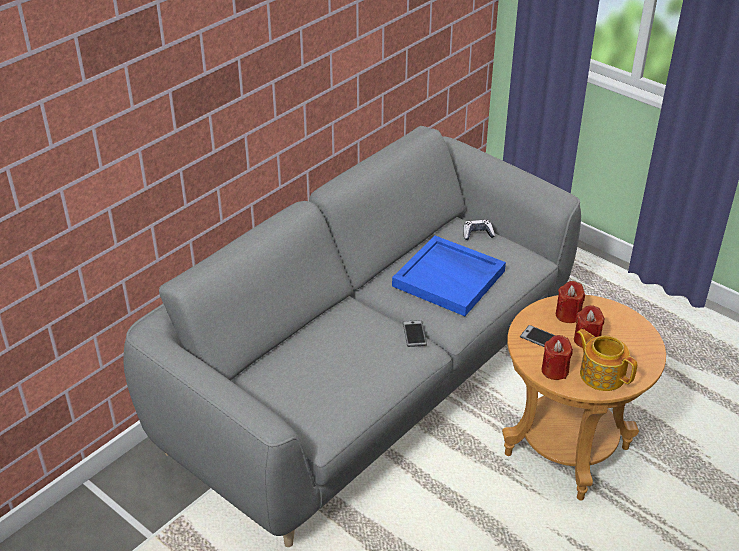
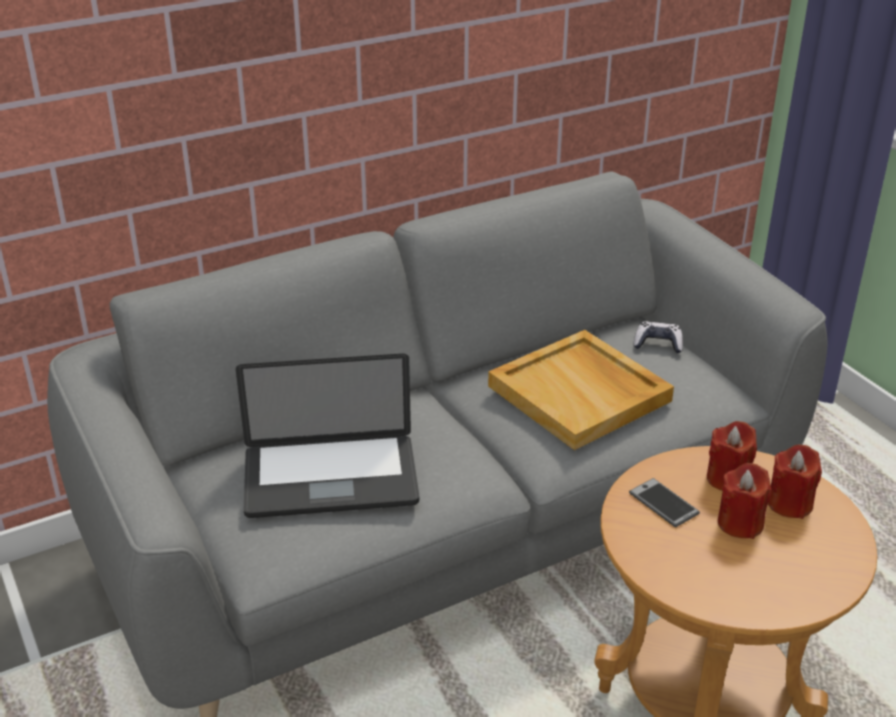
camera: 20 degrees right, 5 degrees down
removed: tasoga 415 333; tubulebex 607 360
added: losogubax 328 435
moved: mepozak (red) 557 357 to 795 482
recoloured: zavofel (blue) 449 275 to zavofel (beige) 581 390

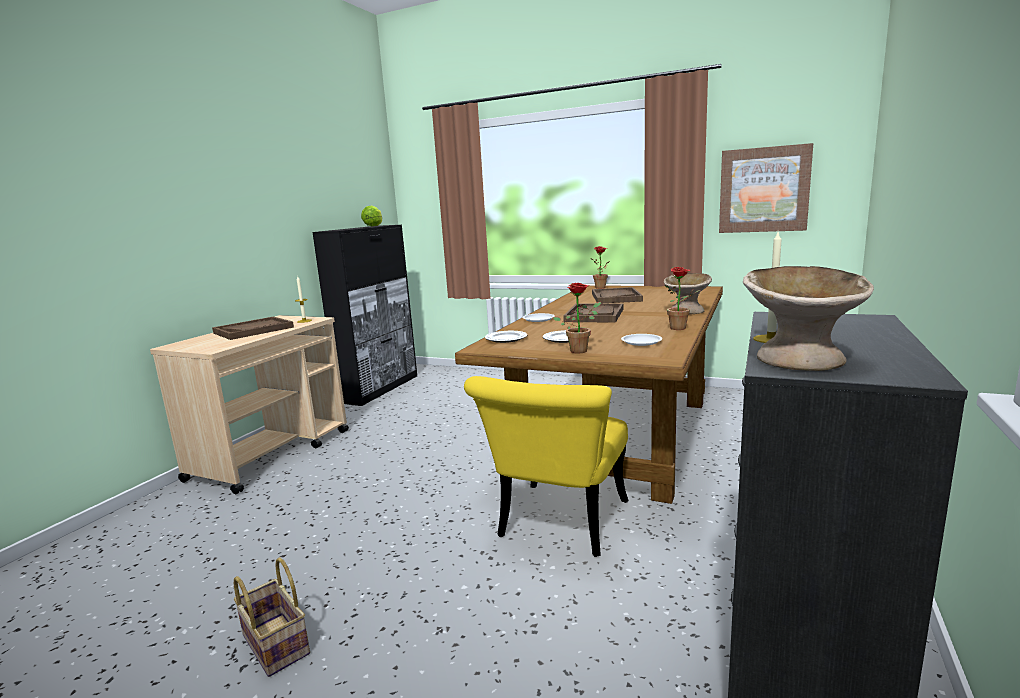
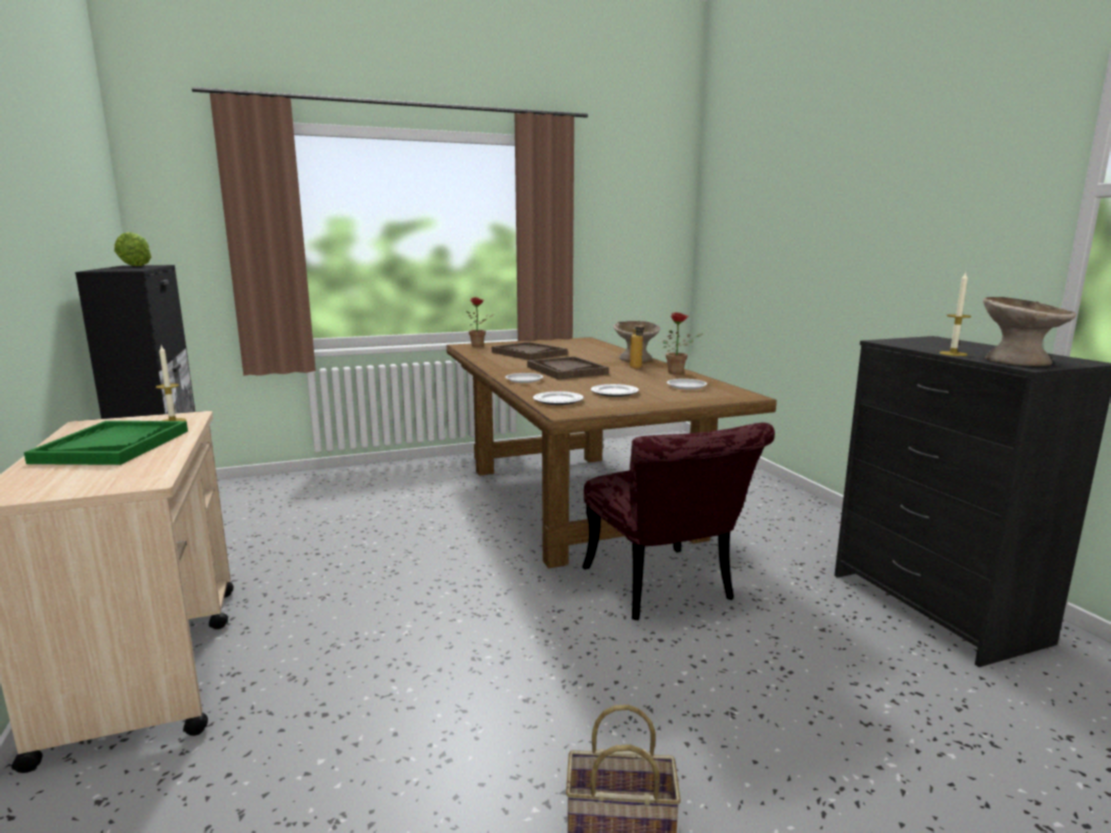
camera: 45 degrees left, 0 degrees up
removed: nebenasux 577 318; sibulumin 766 188
added: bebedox 637 344
recoloured: zavofel (brown) 253 328 to zavofel (green) 106 443; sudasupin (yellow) 546 466 to sudasupin (red) 678 521

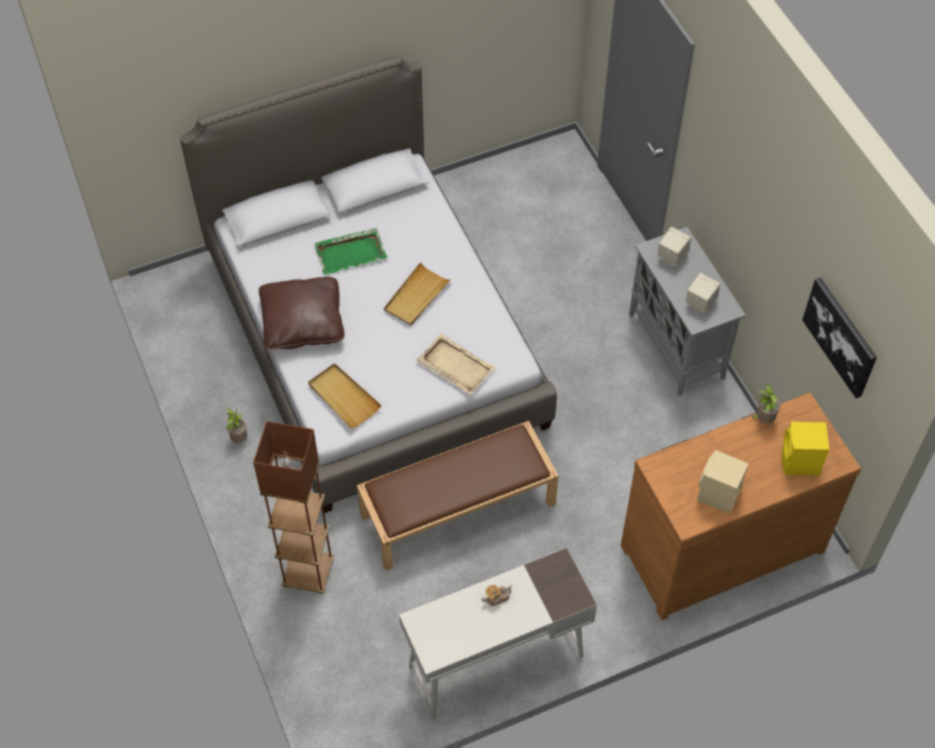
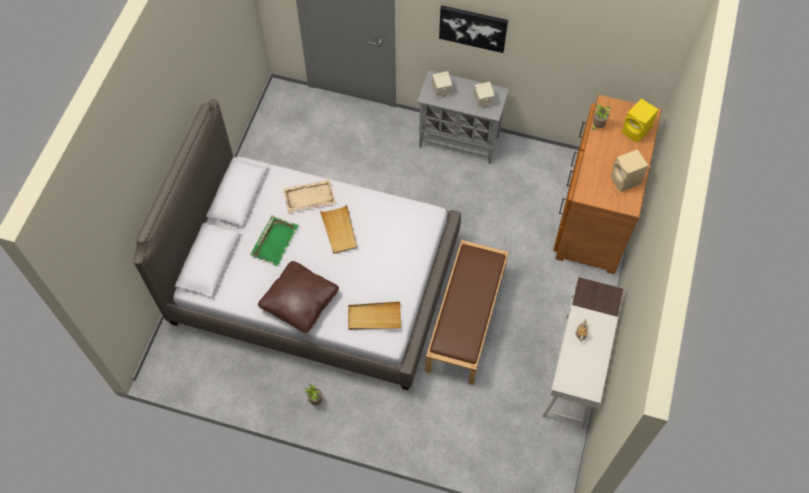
camera: 50 degrees left, 5 degrees up
removed: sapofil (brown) 293 507
moved: zavofel (beige) 456 364 to 309 196; sibulumin 839 337 to 473 29

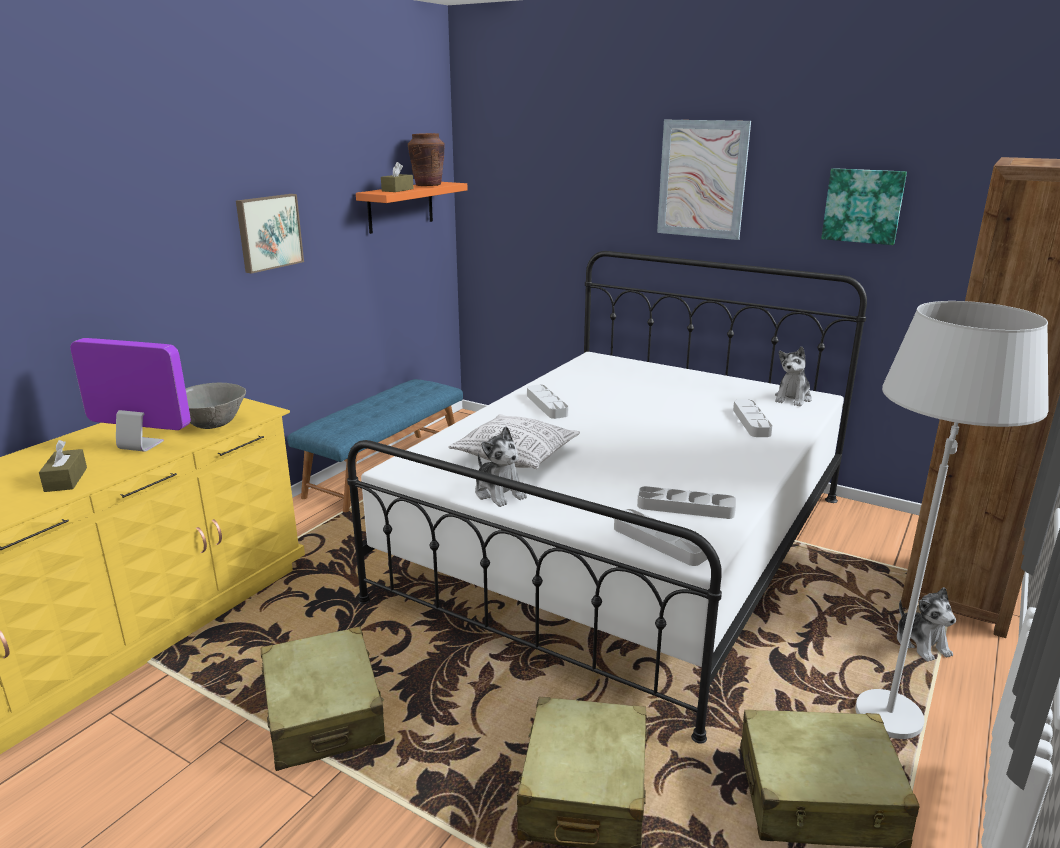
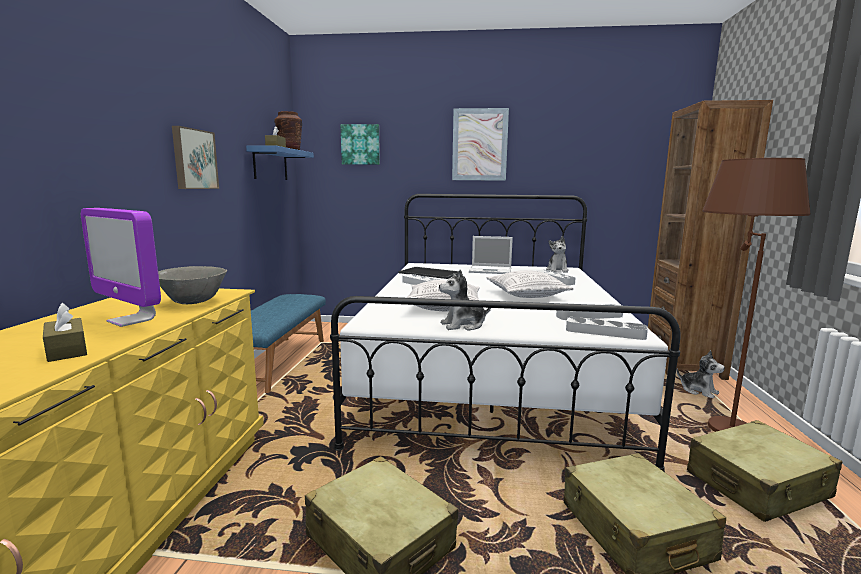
camera: 25 degrees left, 10 degrees down
added: zavofel 429 273; losogubax 491 255; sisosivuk 530 284
moved: sibulumin 864 206 to 360 144
recoloured: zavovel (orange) 412 208 to zavovel (blue) 280 162; sapofil (white) 952 520 to sapofil (brown) 756 295
turned: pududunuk 130 395 = 121 267 135 degrees counterclockwise; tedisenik 501 466 = 465 300 135 degrees clockwise

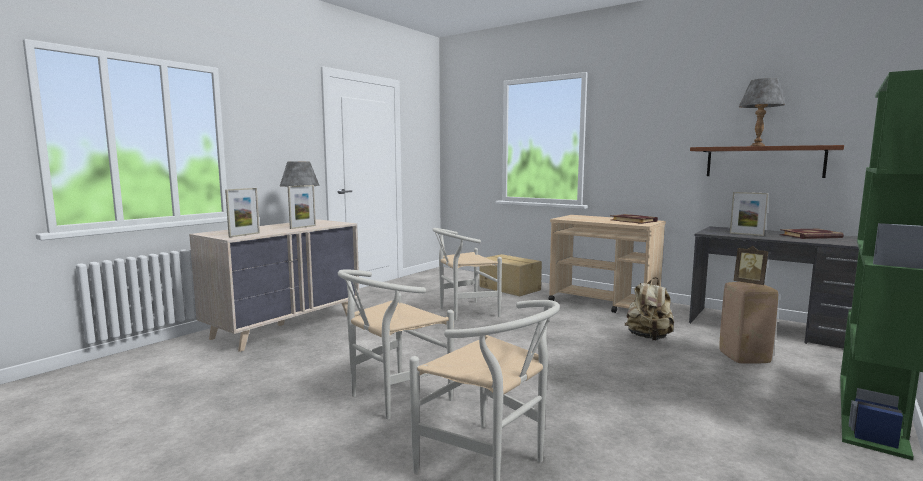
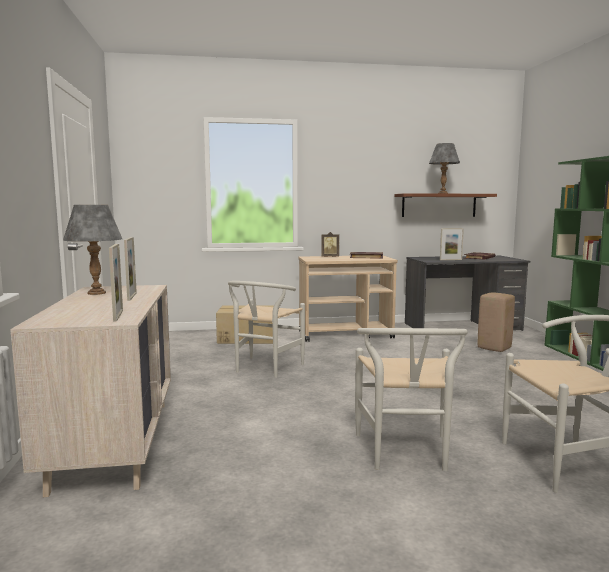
camera: 45 degrees left, 0 degrees up
removed: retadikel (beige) 649 308
moved: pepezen 751 265 to 330 244

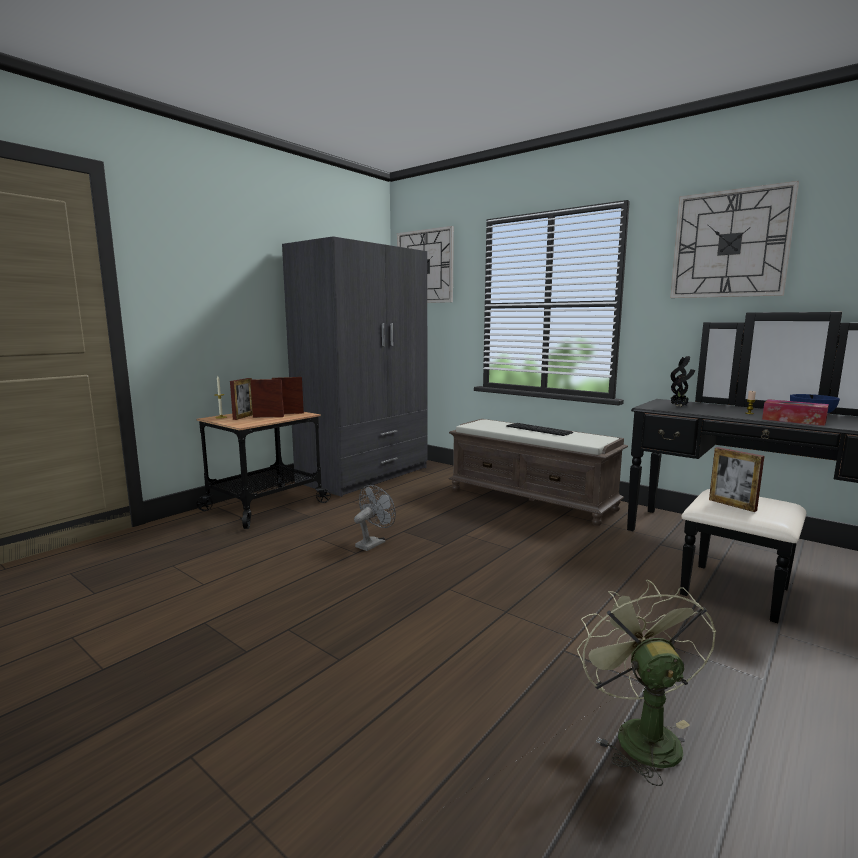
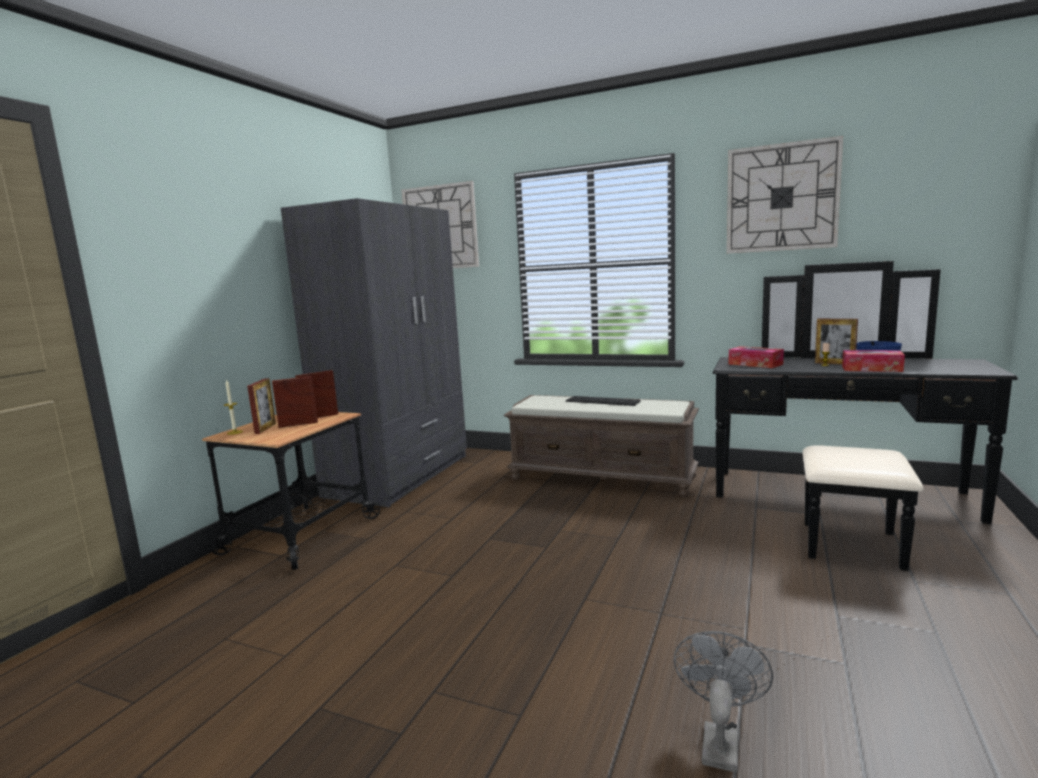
camera: 15 degrees left, 0 degrees up
removed: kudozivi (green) 646 682
moved: kudozivi (grey) 375 518 to 723 701; pepezen 736 479 to 836 342
replaced: nebenasux 683 381 to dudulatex 756 357

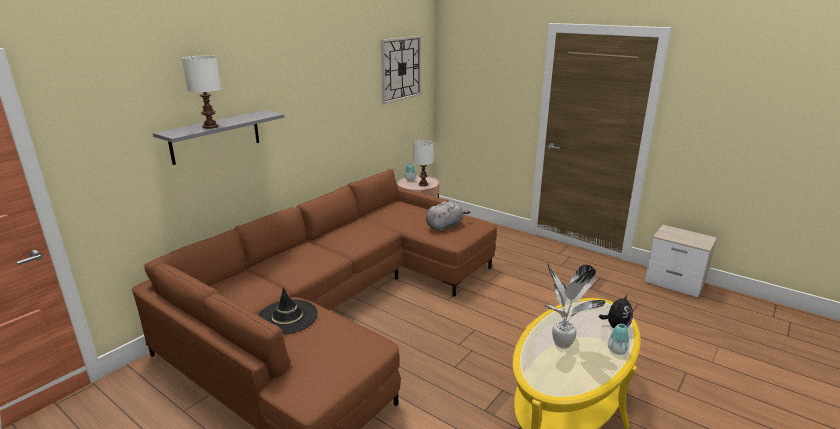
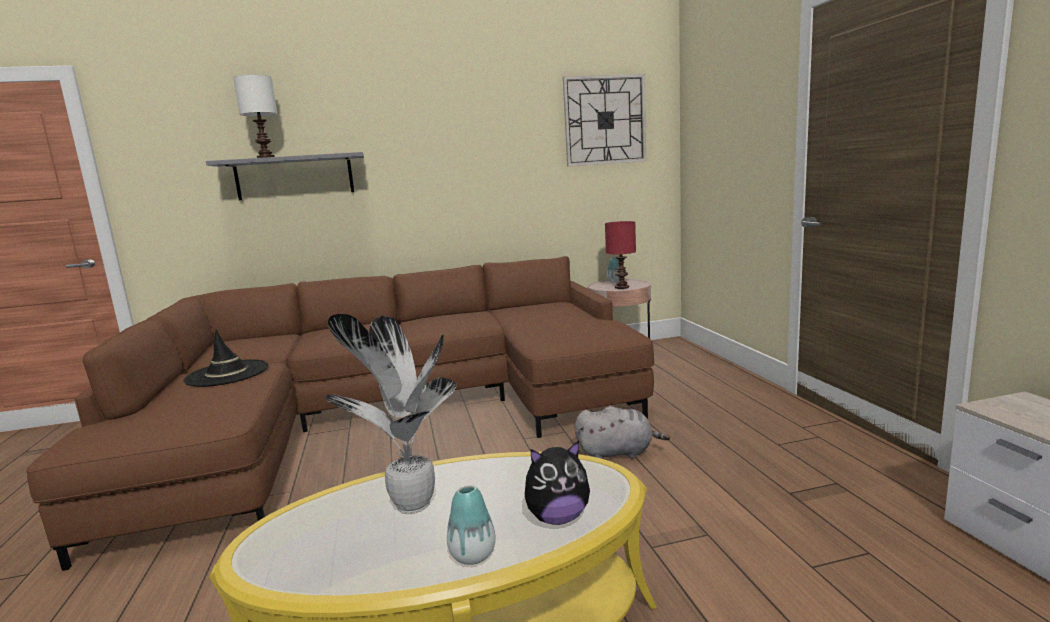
camera: 40 degrees right, 10 degrees down
moved: tedisenik (grey) 448 216 to 622 432
recoloured: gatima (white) 423 163 to gatima (red) 620 255

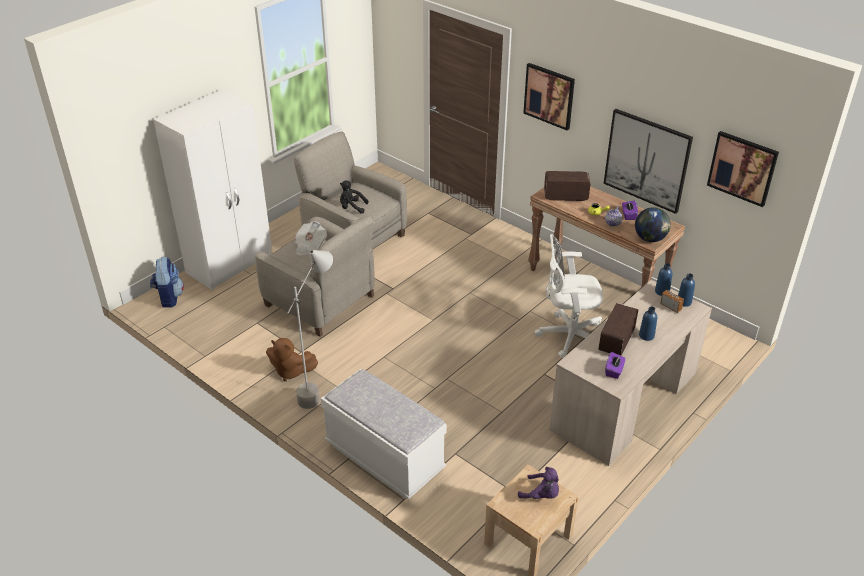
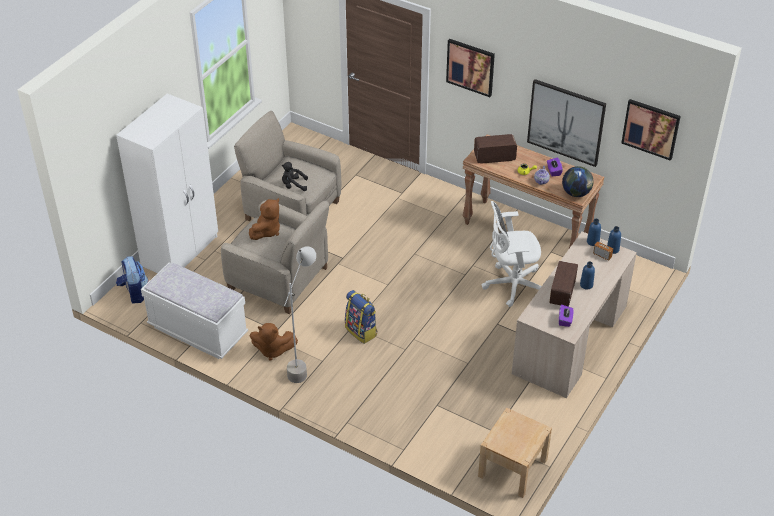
camera: 10 degrees left, 5 degrees up
removed: tedisenik (purple) 538 483
added: retadikel 361 317
moved: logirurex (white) 384 434 to 194 310
replaced: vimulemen 311 238 to tedisenik (brown) 264 219

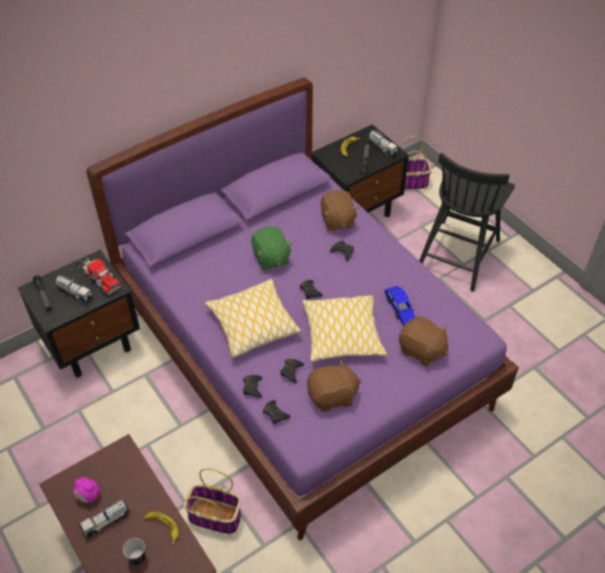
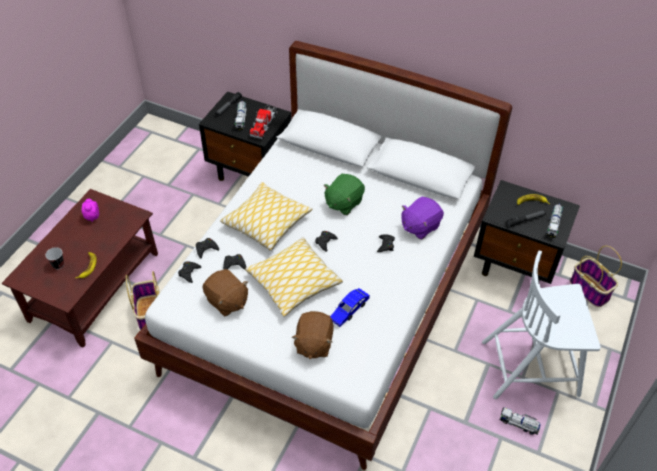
camera: 60 degrees right, 0 degrees up
moved: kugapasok 104 519 to 520 421
recoloured: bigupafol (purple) 302 308 to bigupafol (white) 323 255; tedisenik (brown) 339 210 to tedisenik (purple) 422 218; sudasupin (black) 467 222 to sudasupin (white) 541 325

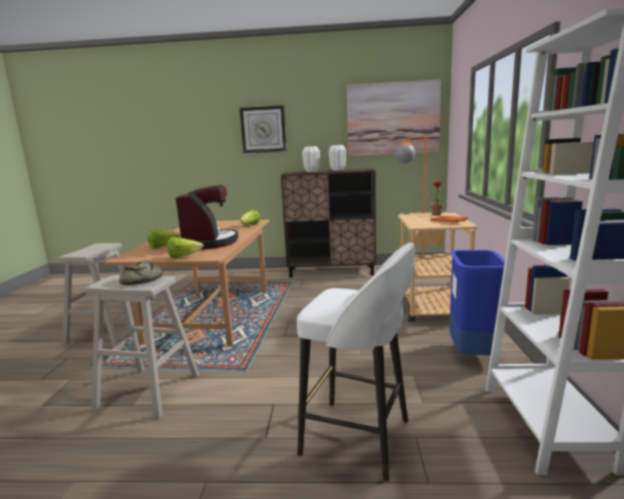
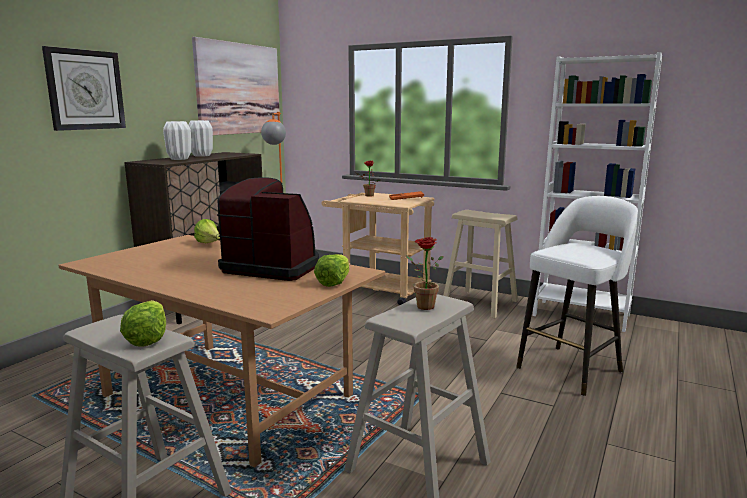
camera: 65 degrees left, 0 degrees up
moved: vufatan 164 238 to 143 323
replaced: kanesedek 141 273 to nebenasux 425 273; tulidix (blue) 477 302 to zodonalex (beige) 480 264

